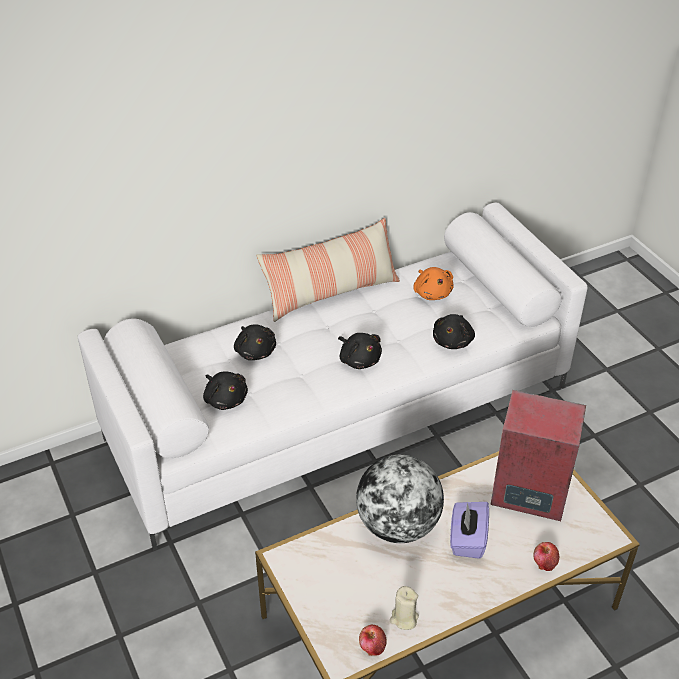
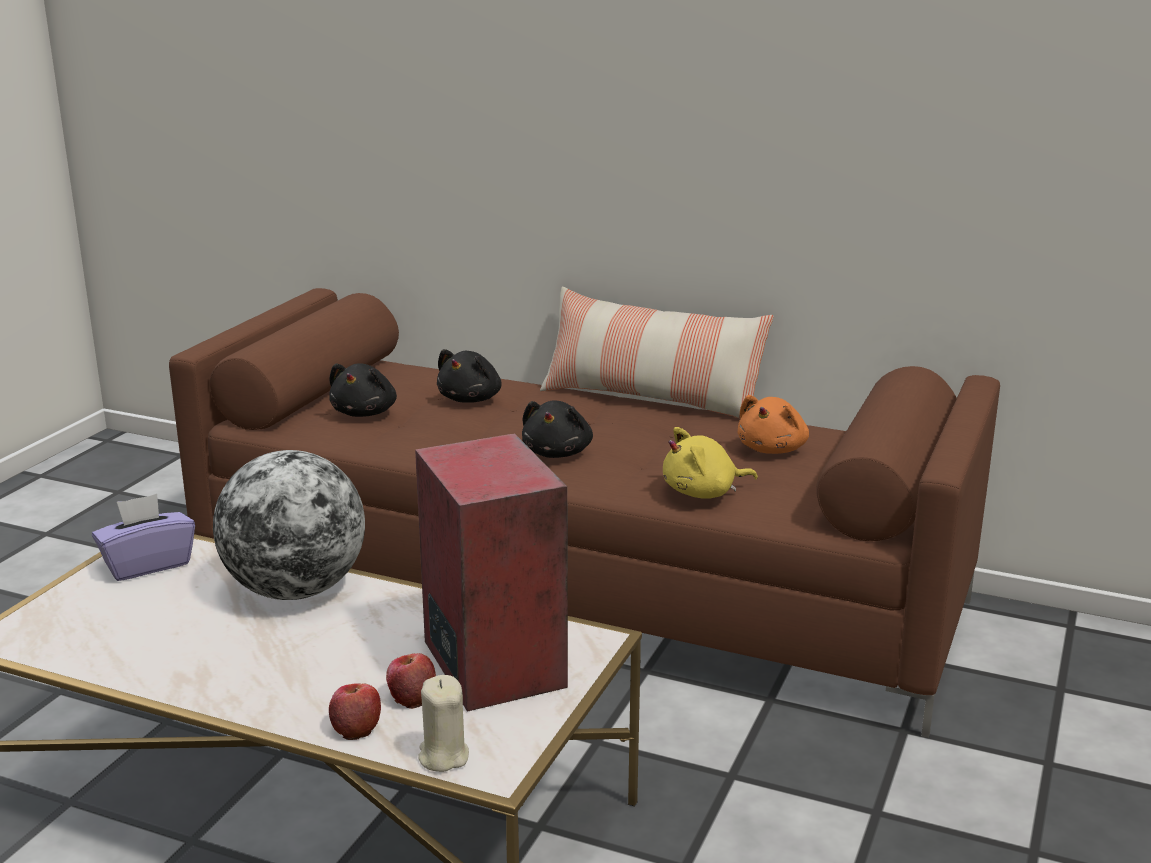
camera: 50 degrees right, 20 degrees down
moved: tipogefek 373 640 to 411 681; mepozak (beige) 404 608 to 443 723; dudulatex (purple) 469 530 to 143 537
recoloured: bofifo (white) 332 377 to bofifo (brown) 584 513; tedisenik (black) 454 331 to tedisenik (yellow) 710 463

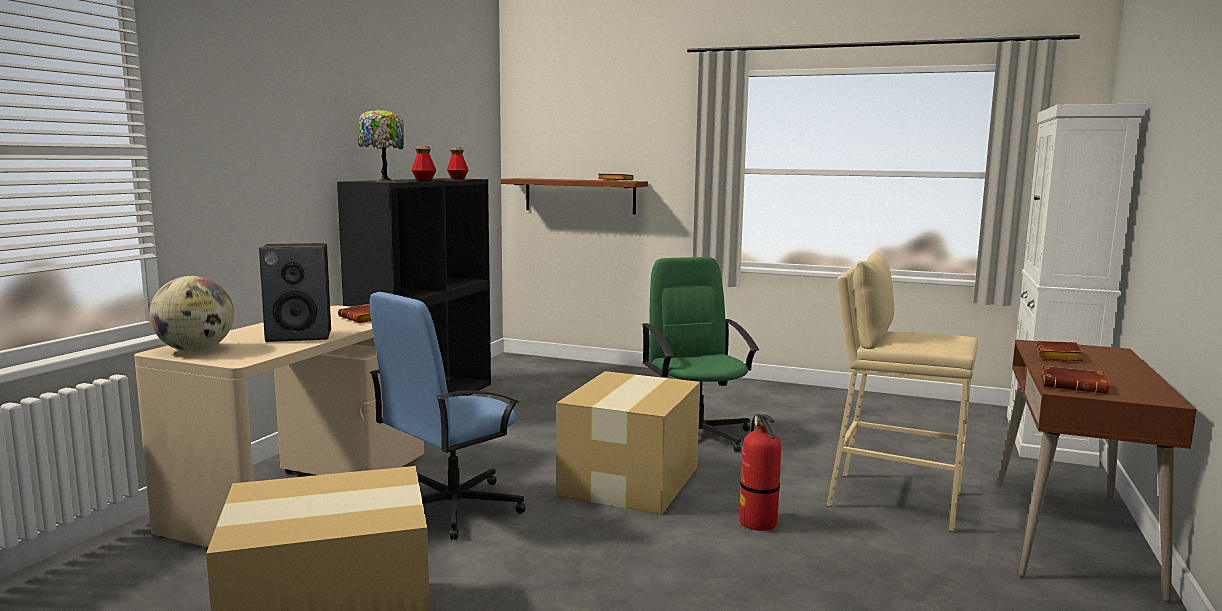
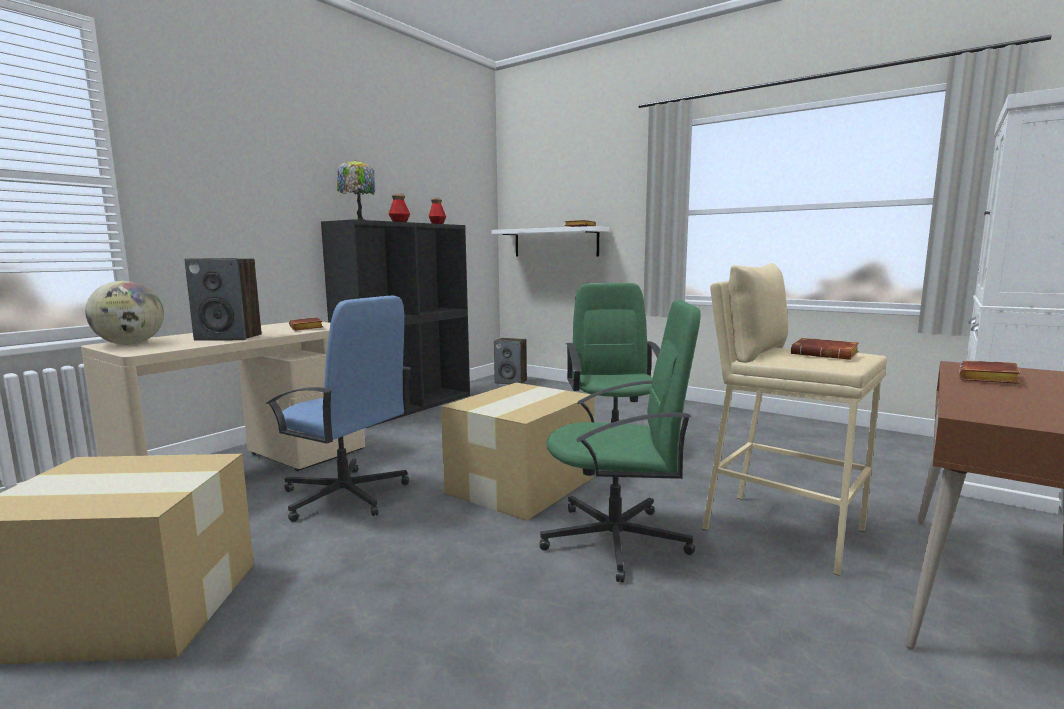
camera: 15 degrees right, 0 degrees up
added: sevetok 510 361
moved: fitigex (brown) 1075 379 to 825 349
replaced: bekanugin 760 472 to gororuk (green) 620 441
recoloured: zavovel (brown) 574 196 to zavovel (white) 550 241
turned: gororuk (blue) 447 416 = 339 409 120 degrees counterclockwise

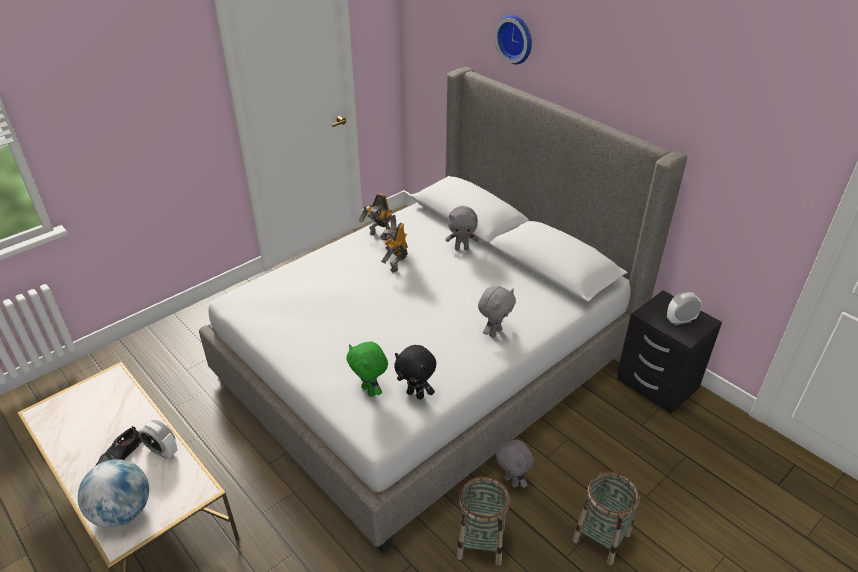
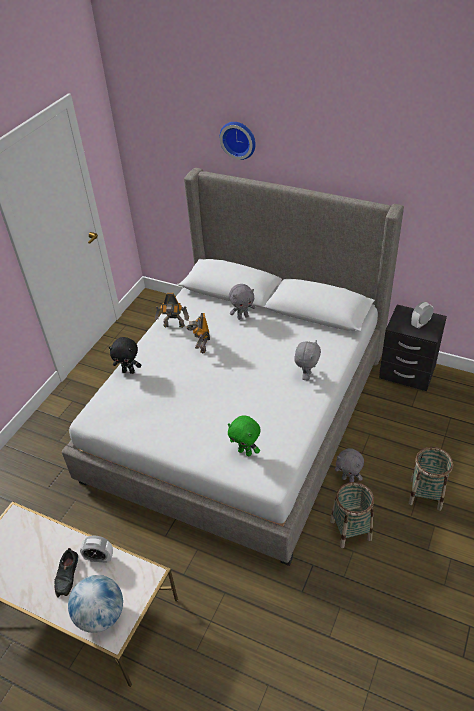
camera: 20 degrees left, 5 degrees up
moved: tedisenik (black) 415 372 to 125 355

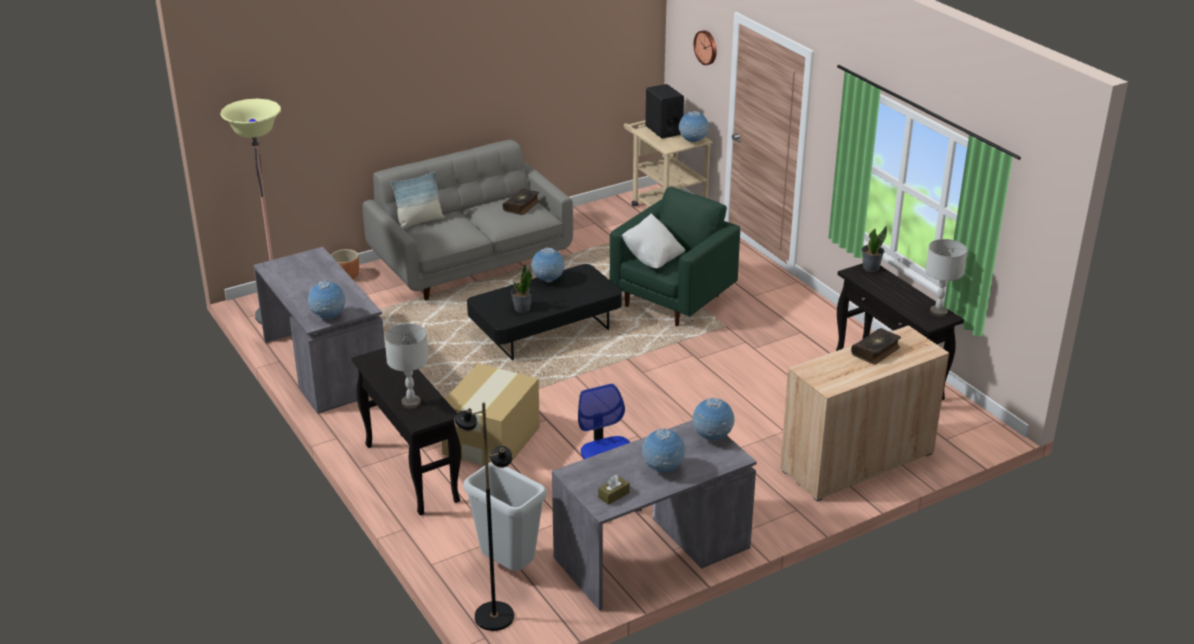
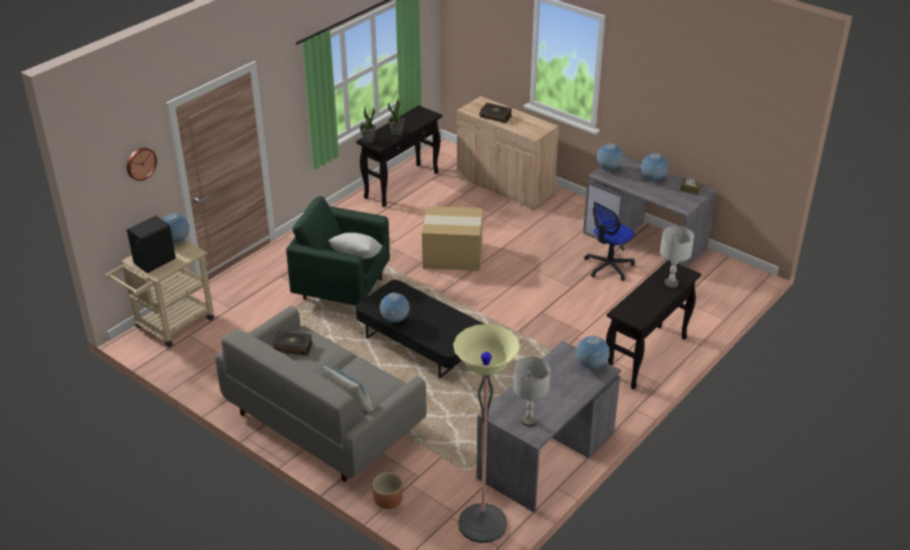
camera: 110 degrees left, 5 degrees up
removed: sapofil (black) 484 516; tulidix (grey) 505 516
moved: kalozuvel 491 415 to 452 238; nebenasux 522 288 to 396 117; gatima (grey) 946 278 to 531 392

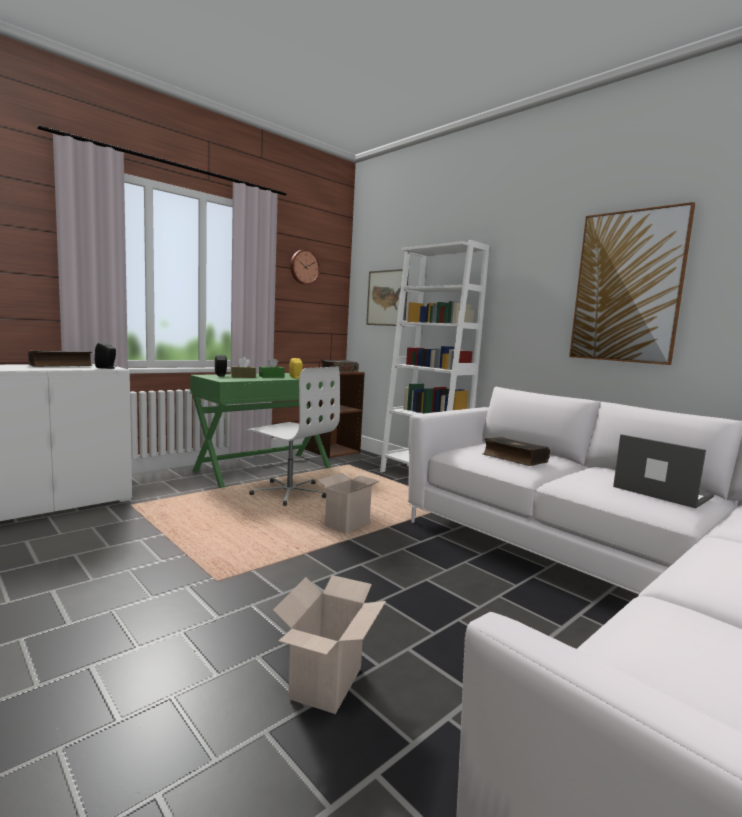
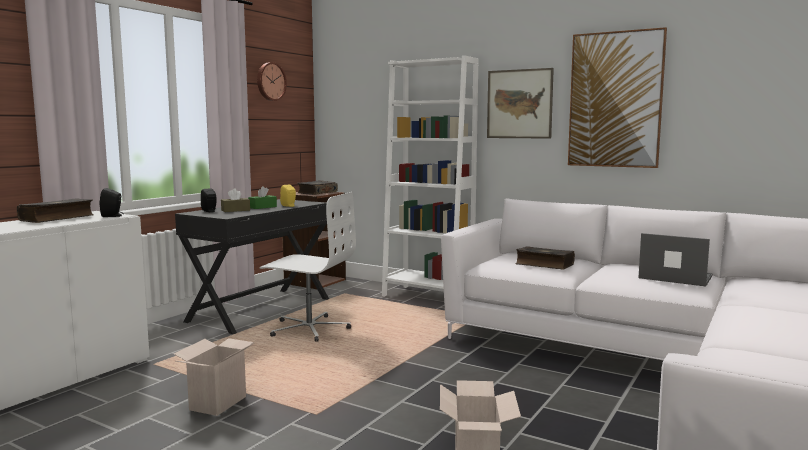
camera: 15 degrees left, 0 degrees up
moved: kalozuvel 349 503 to 214 377; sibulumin 387 297 to 520 103
recoloured: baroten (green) 262 430 to baroten (black) 252 266

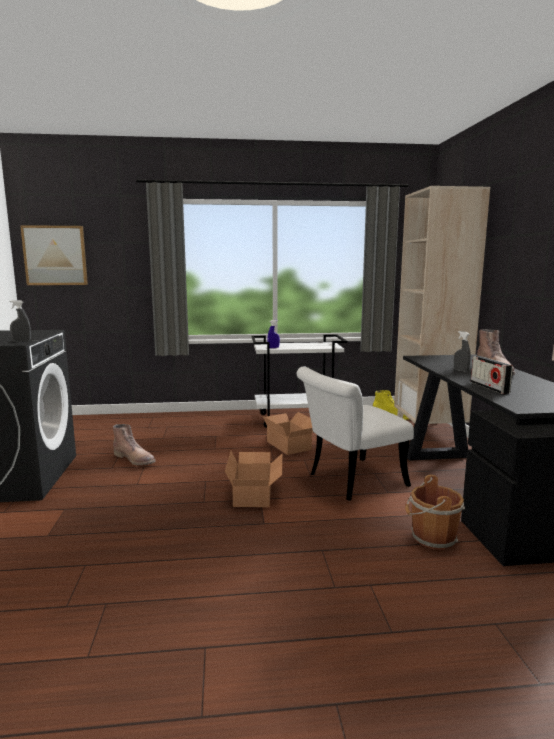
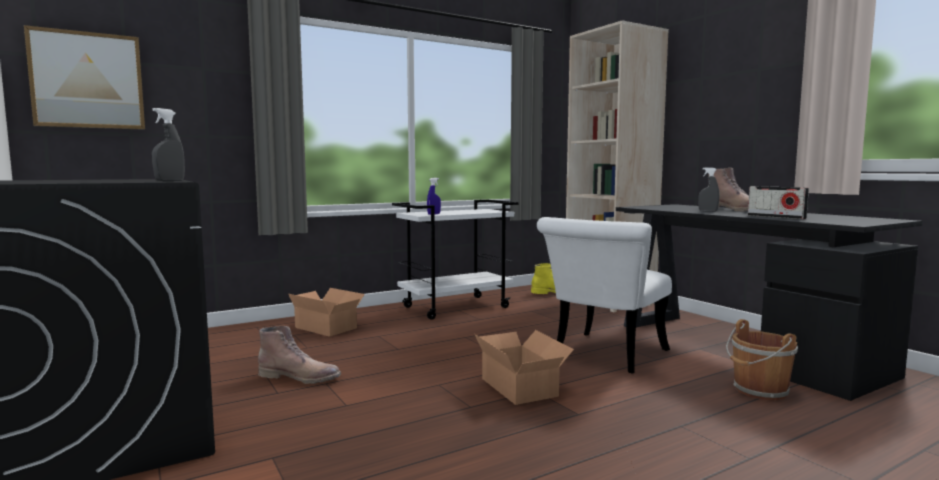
camera: 25 degrees left, 5 degrees down
moved: kalozuvel 288 433 to 326 312

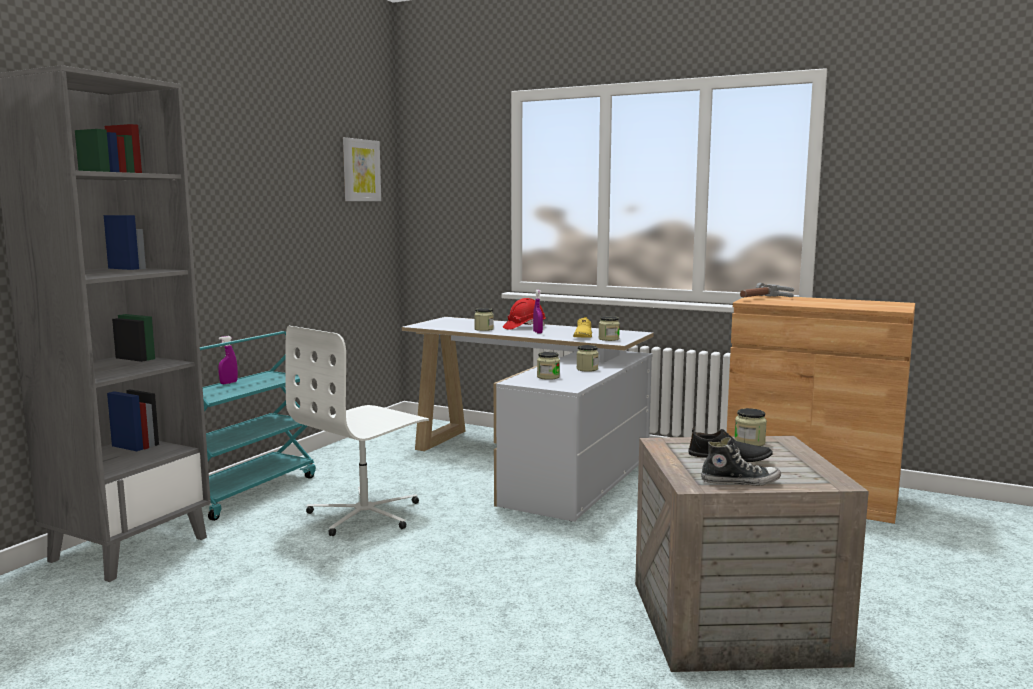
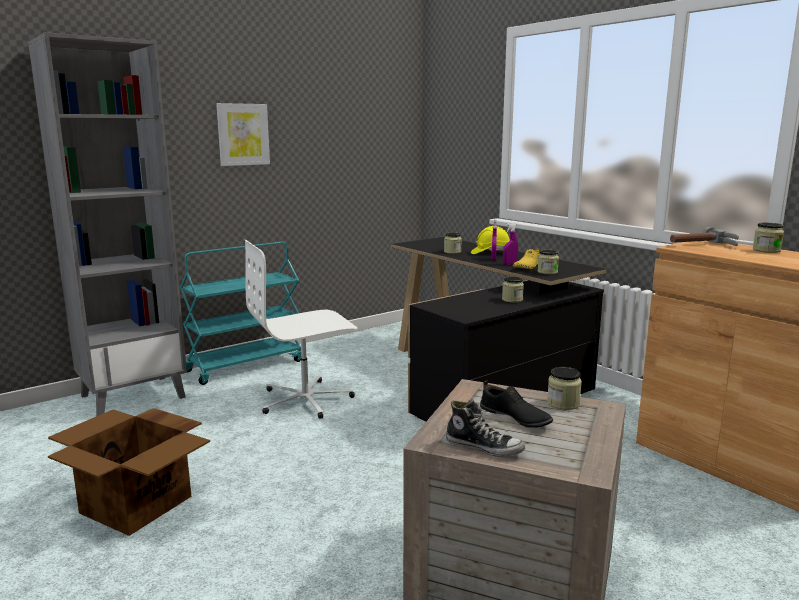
camera: 25 degrees right, 5 degrees up
added: kalozuvel 129 472
moved: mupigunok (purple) 228 360 to 510 244; sibulumin 362 169 to 243 134; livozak 548 366 to 768 238
recoloured: baroten (white) 528 419 to baroten (black) 498 329; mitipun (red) 524 314 to mitipun (yellow) 490 240

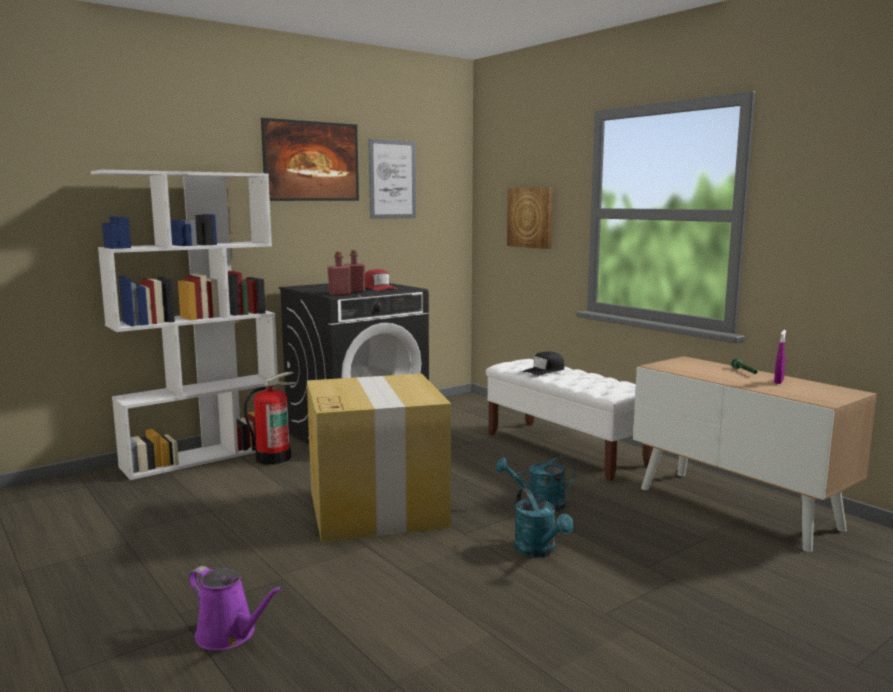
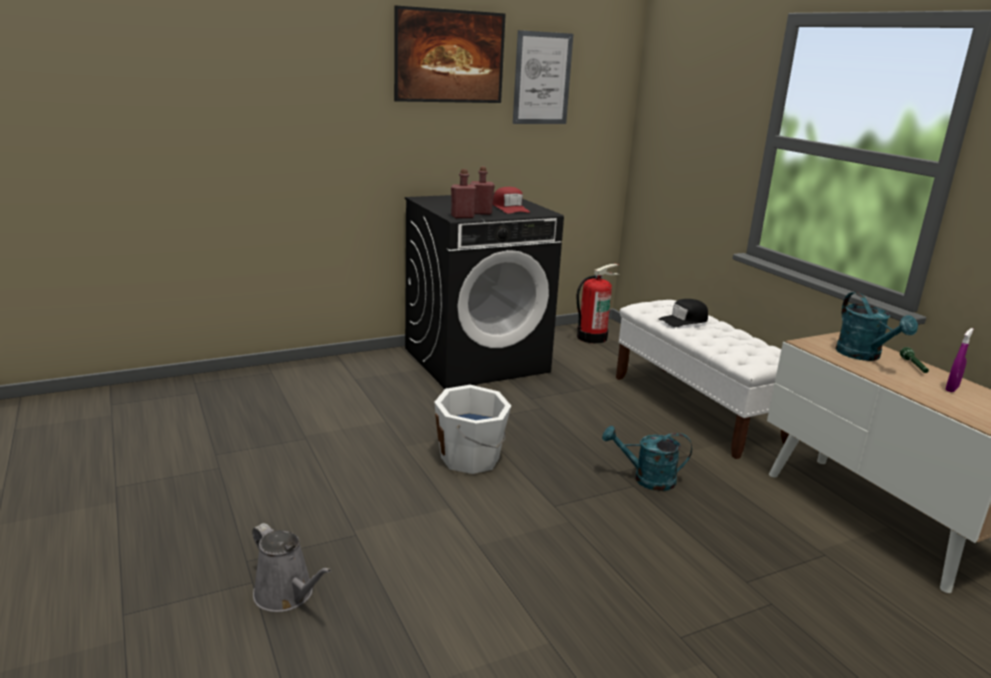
camera: 10 degrees right, 10 degrees up
removed: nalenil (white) 184 325; sibulumin 529 218
moved: bekanugin 270 418 to 598 304; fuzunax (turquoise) 544 522 to 877 326
replaced: kalozuvel 379 458 to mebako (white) 472 429
recoloured: fuzunax (purple) 236 608 to fuzunax (grey) 291 567

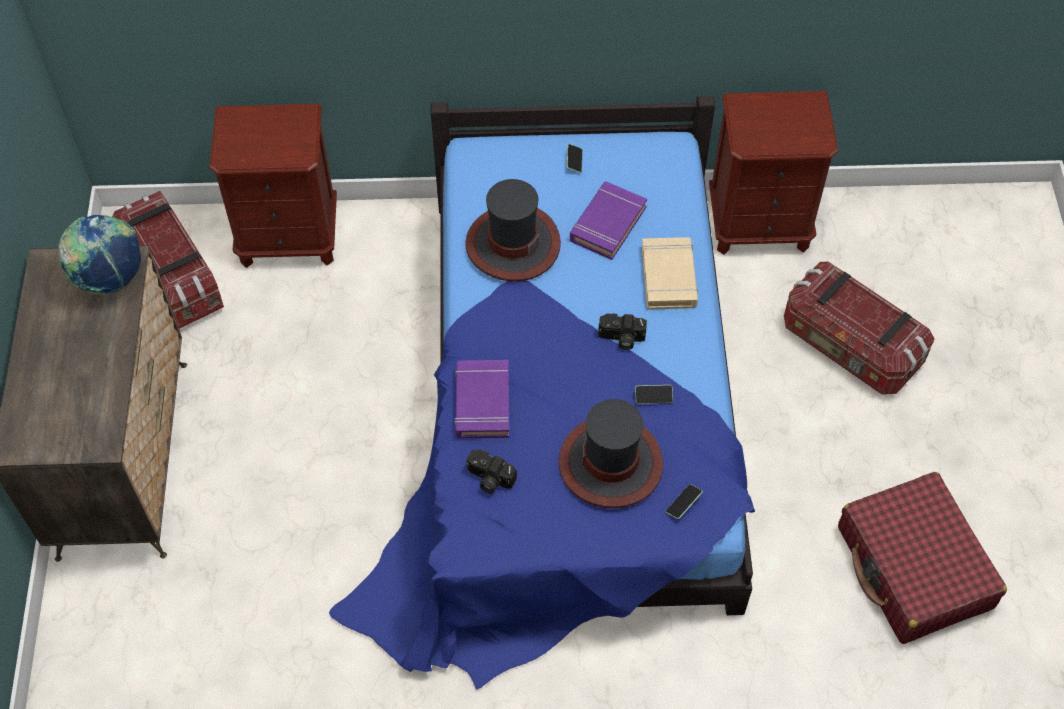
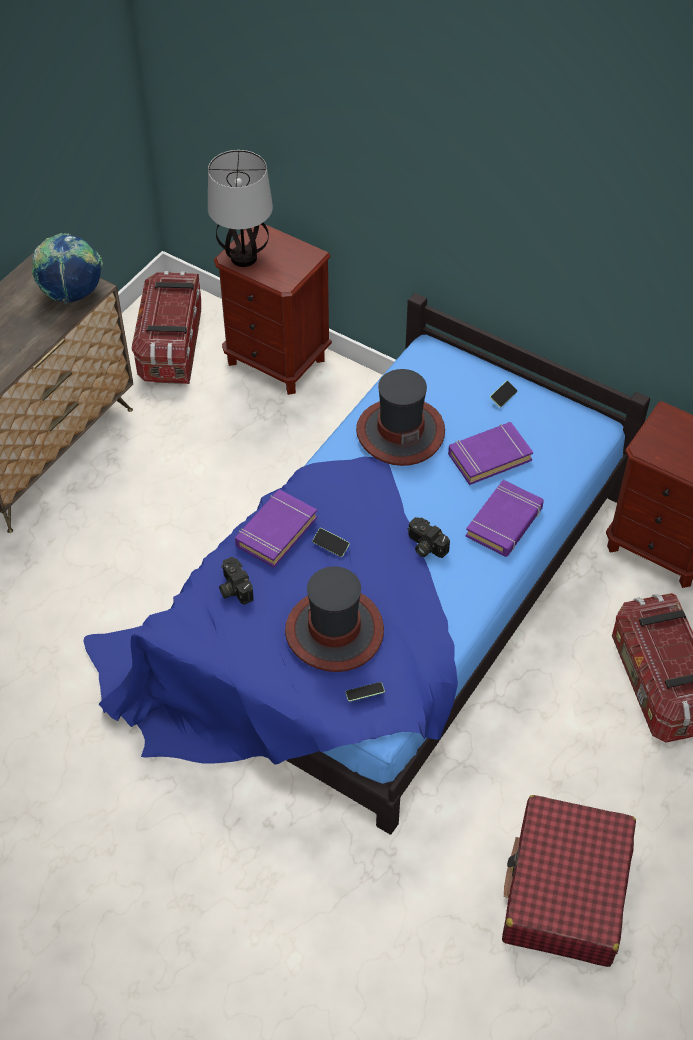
camera: 35 degrees right, 5 degrees down
added: gatima 240 208
moved: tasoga 654 394 to 331 542
recoloured: fitigex (beige) 669 273 to fitigex (purple) 504 518

